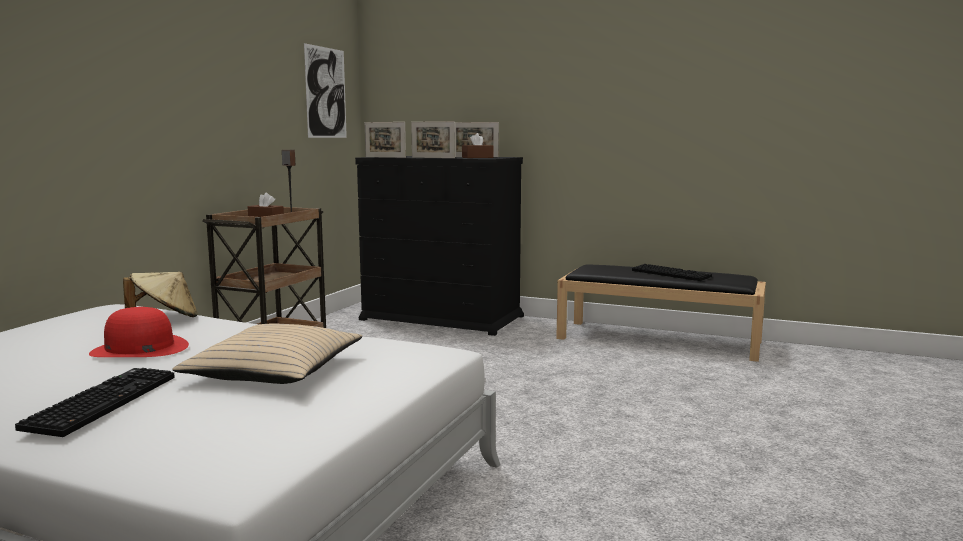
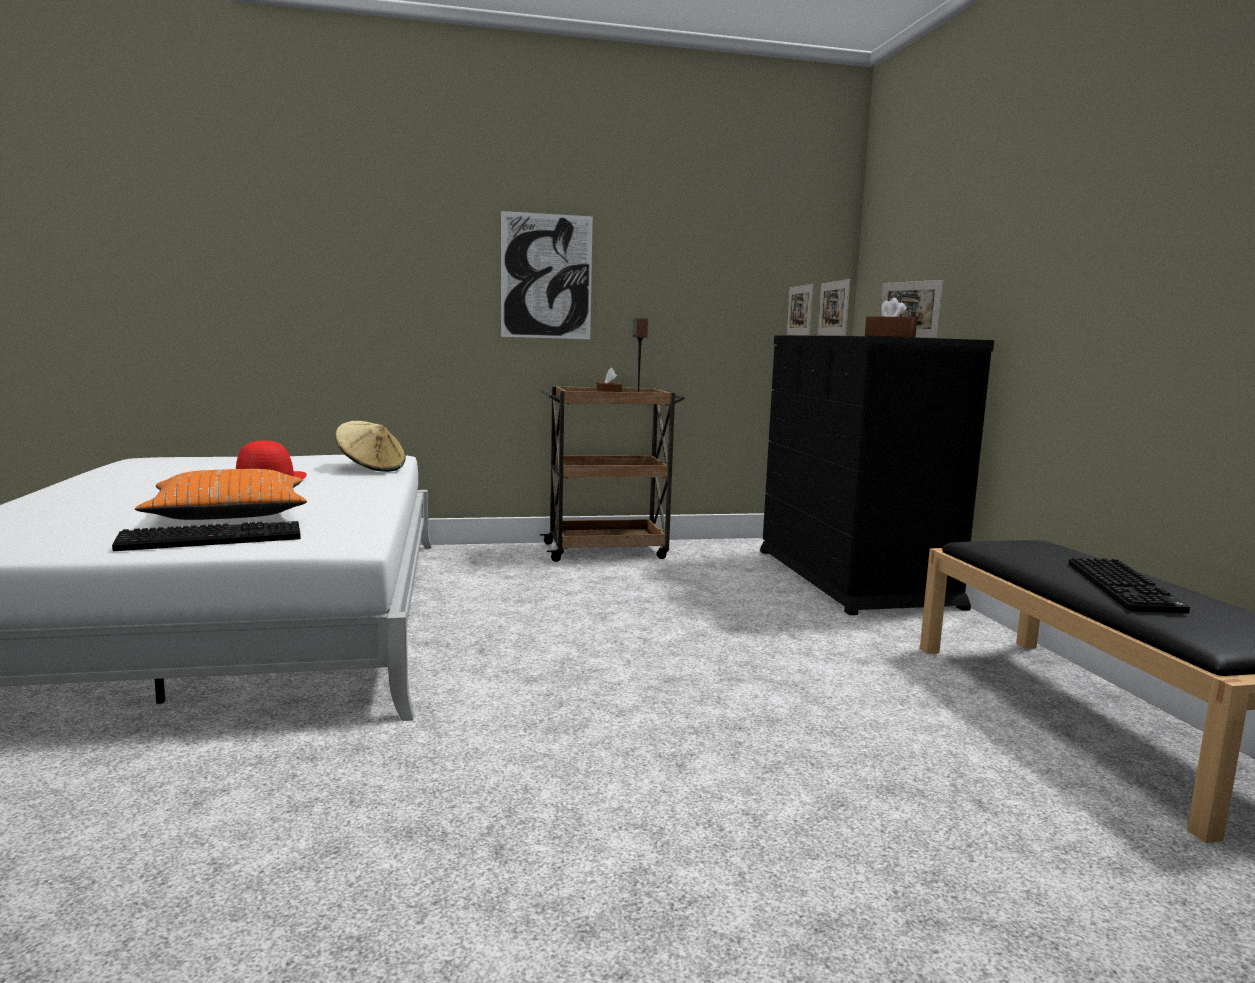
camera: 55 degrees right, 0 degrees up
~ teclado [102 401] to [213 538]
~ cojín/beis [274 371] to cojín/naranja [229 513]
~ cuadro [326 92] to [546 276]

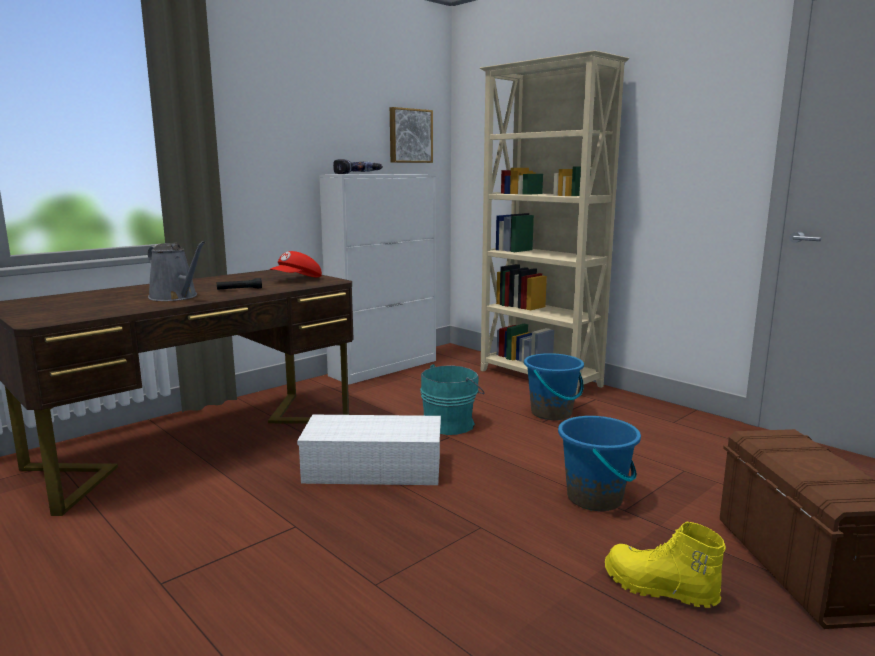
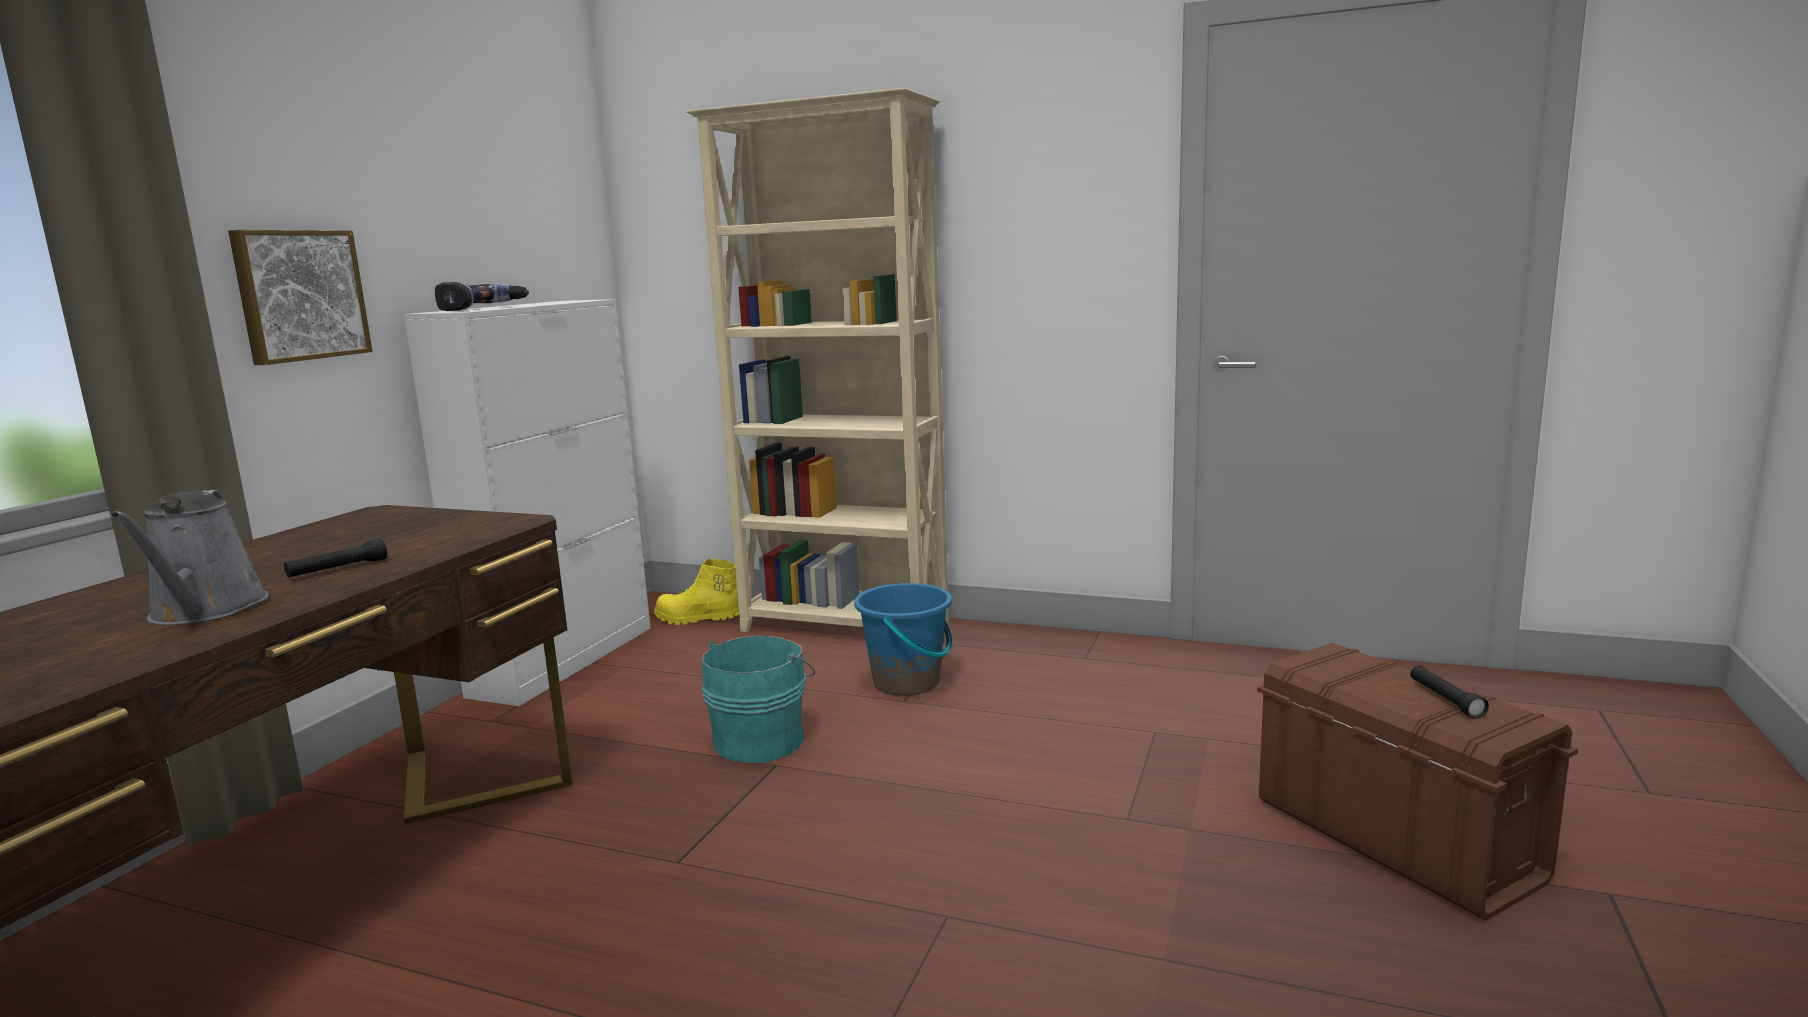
camera: 25 degrees left, 0 degrees up
~ regadera/gris [176 297] = [205 611] 60 degrees clockwise
- gorra/rojo [297 280]
- caja de almacenaje/blanco [375 468]
~ cuadro [409 136] to [299 295]
- cubo/azul [595 498]
~ bota/amarillo [659 589] to [698 619]
+ linterna/negro [1445 700]

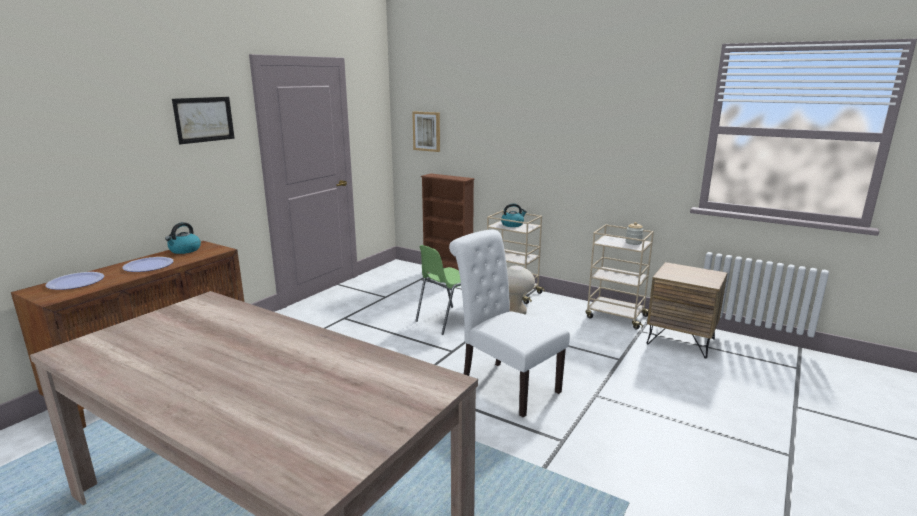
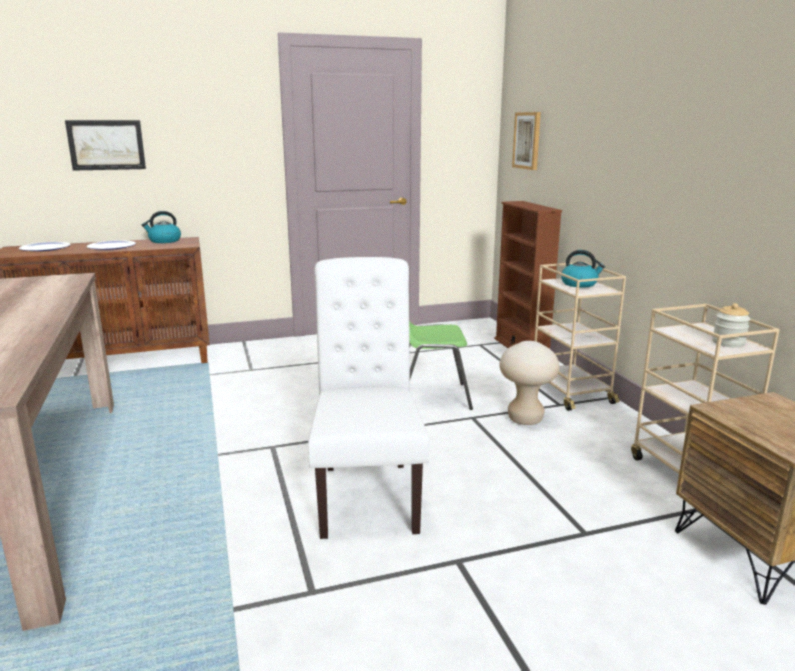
camera: 40 degrees right, 0 degrees up
~ cuadro [204 119] to [106 145]

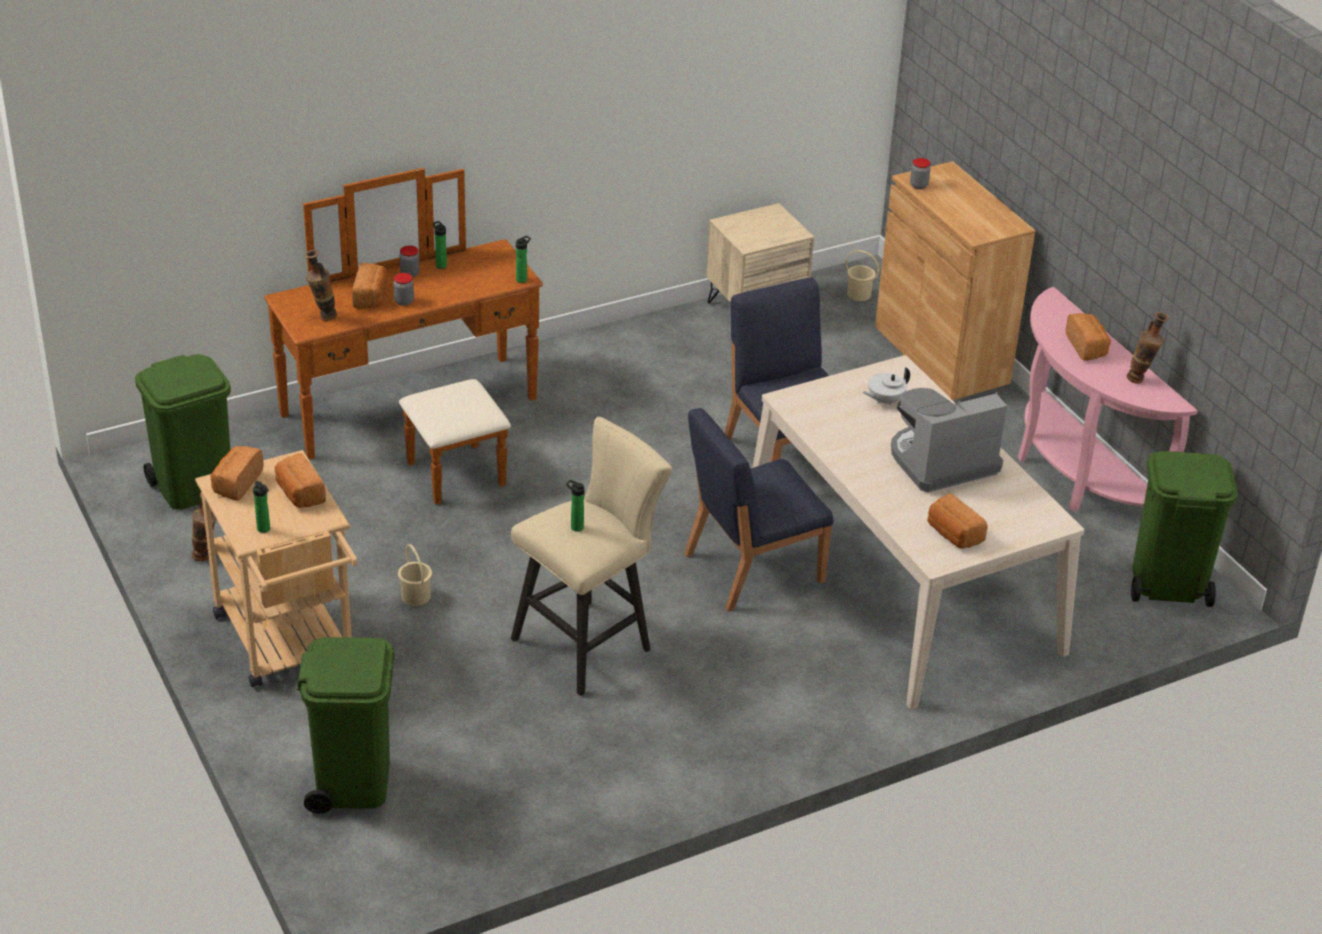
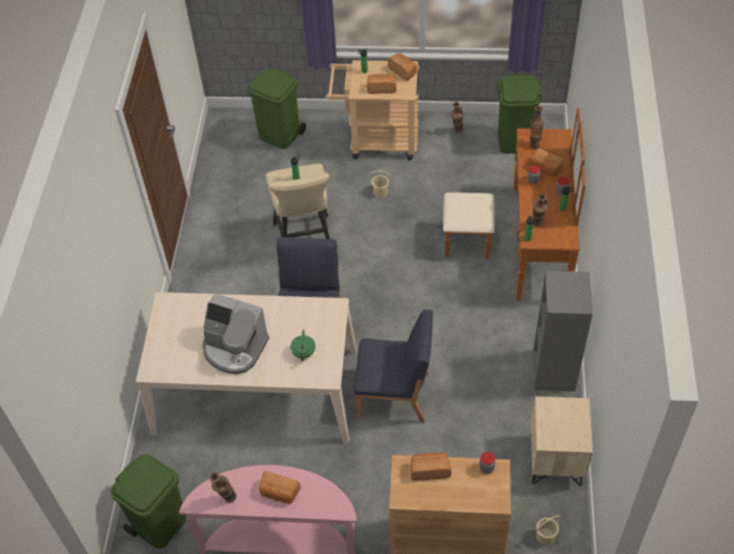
camera: 125 degrees right, 15 degrees up
~ tetera/blanco [884 400] to tetera/verde [304 352]
~ cafetera [941 461] = [234 348] 105 degrees clockwise
~ pan [953 534] to [429 470]
+ florero [537 225]
+ estantería/gris [554 370]

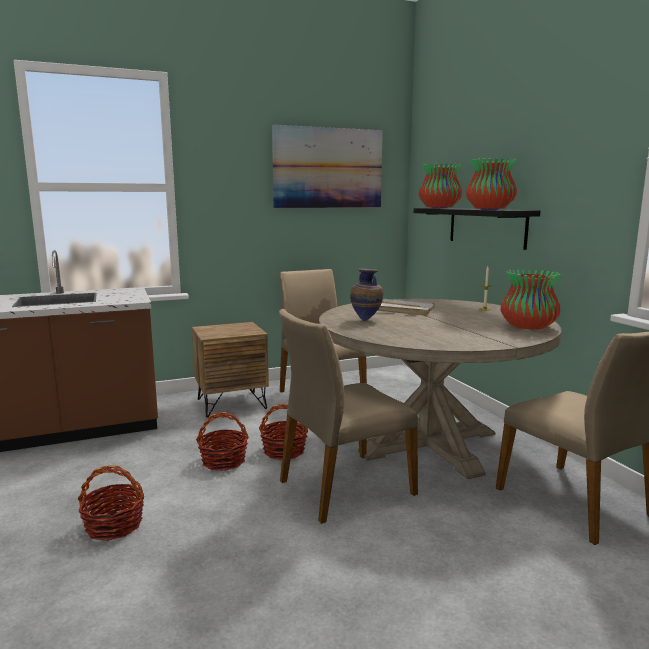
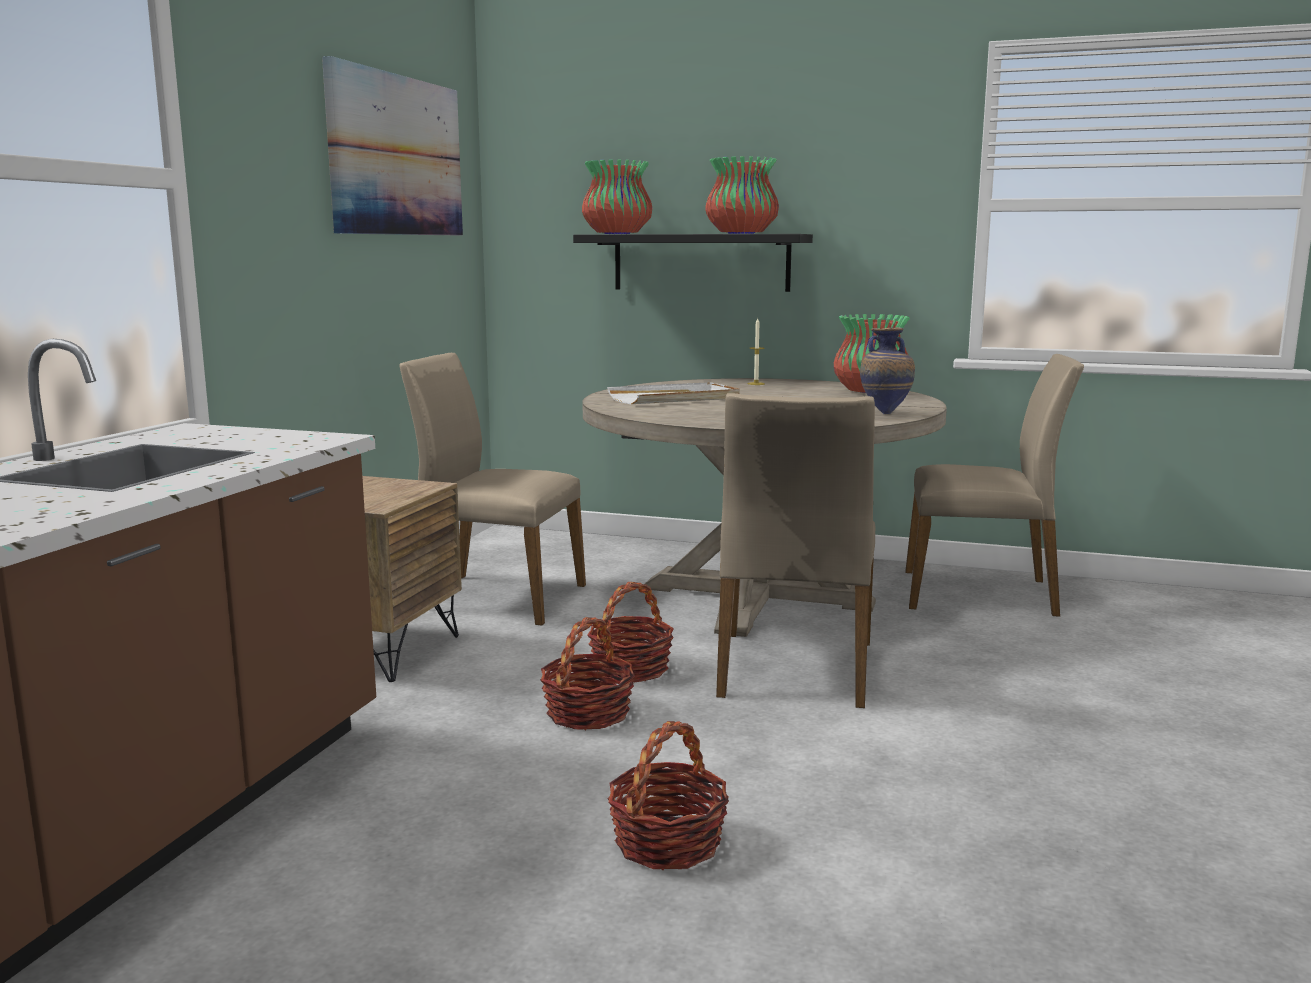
camera: 50 degrees left, 0 degrees up
~ florero [366 320] to [885 413]

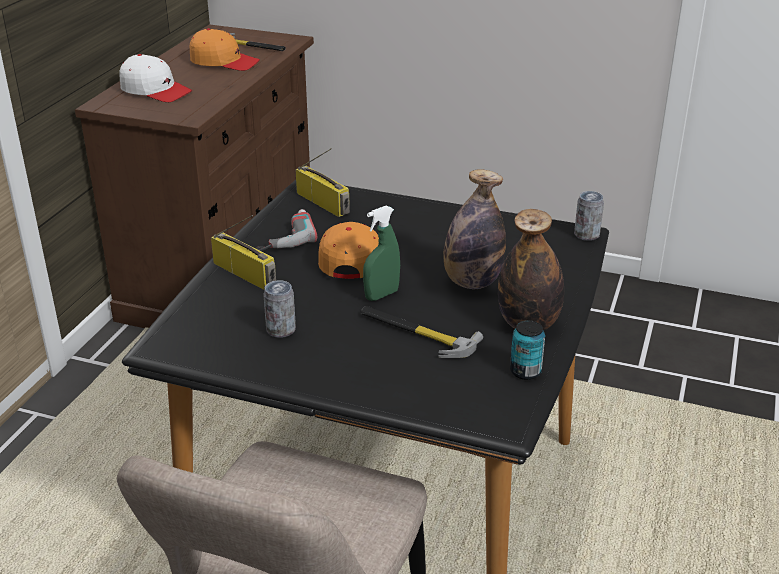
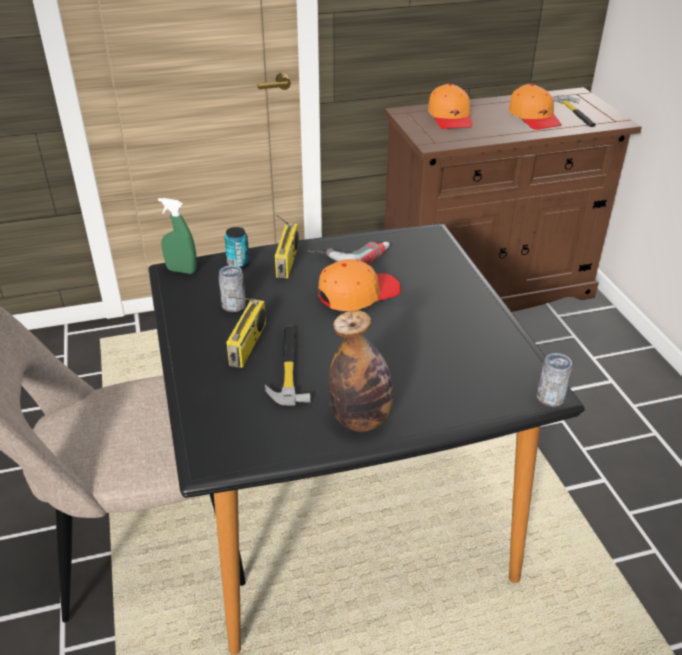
camera: 55 degrees right, 5 degrees up
~ gorra/blanco [155 90] to gorra/naranja [450 117]
~ radio [324 203] to [248 345]
~ pulverizador/verde [381 295] to [181 270]
- botella [472 282]
~ lata [525 371] to [238 265]

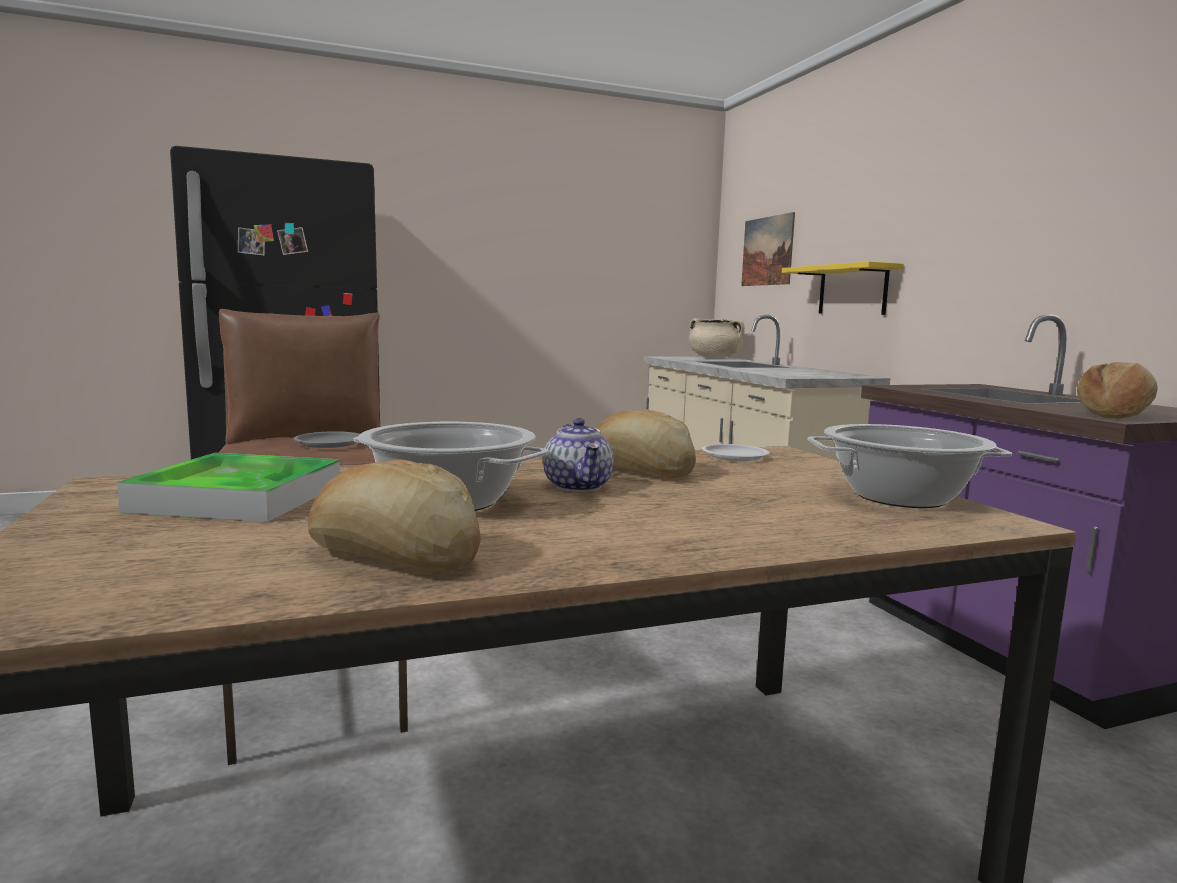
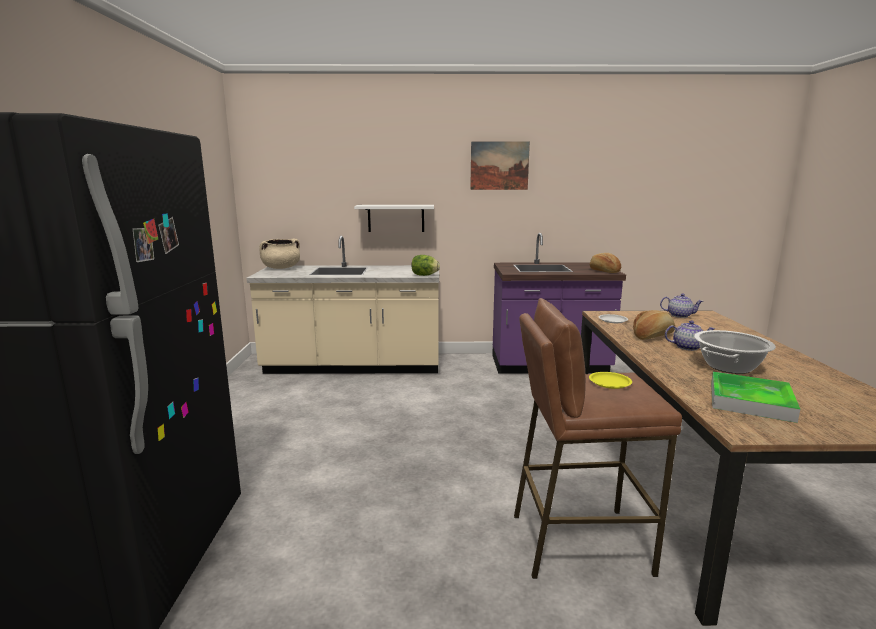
camera: 70 degrees left, 5 degrees up
~ plato/gris [330 443] to plato/amarillo [609 383]
- pan [395 558]
~ cuadro [767 251] to [499 165]
~ estante/amarillo [852 290] to estante/blanco [396 218]
~ olla [900 497] to tetera [680 315]
+ lechuga [424 275]

